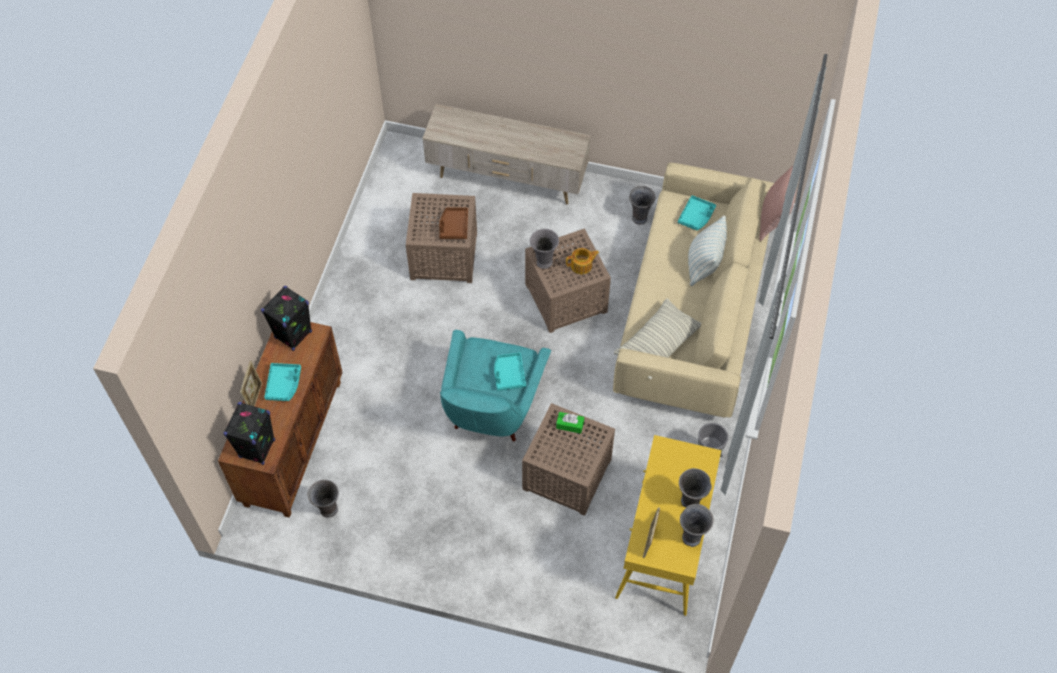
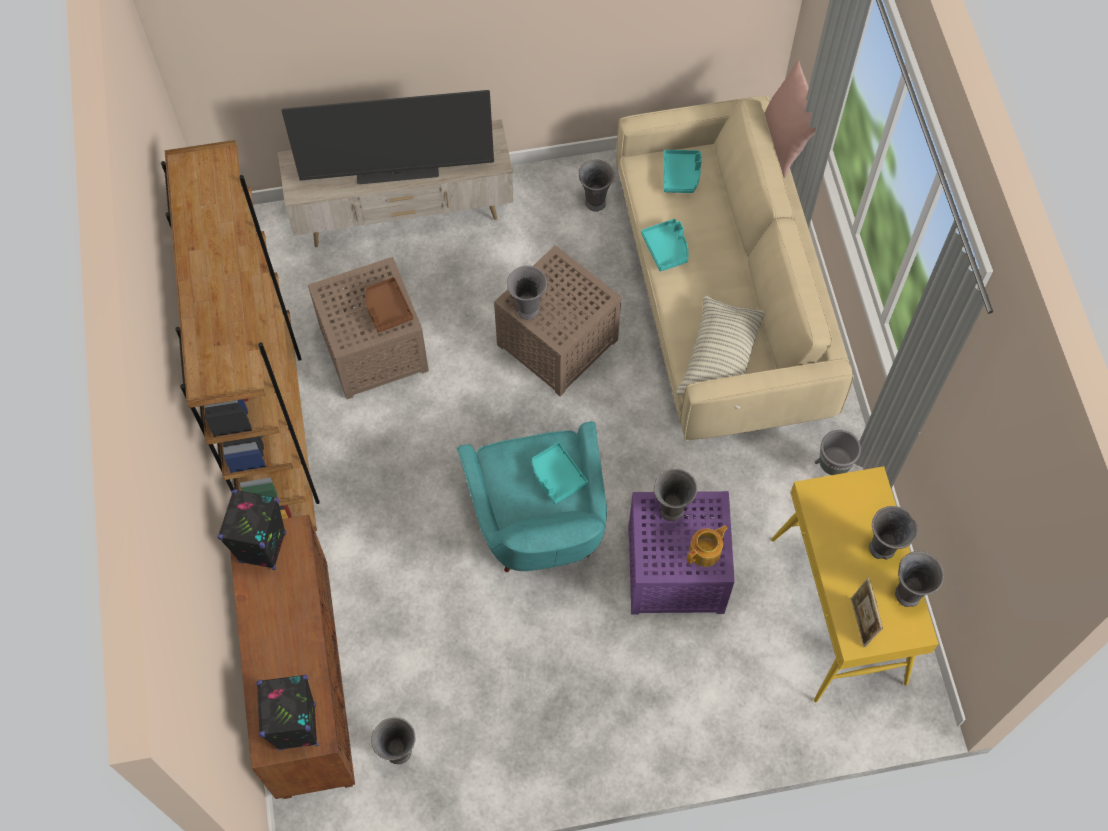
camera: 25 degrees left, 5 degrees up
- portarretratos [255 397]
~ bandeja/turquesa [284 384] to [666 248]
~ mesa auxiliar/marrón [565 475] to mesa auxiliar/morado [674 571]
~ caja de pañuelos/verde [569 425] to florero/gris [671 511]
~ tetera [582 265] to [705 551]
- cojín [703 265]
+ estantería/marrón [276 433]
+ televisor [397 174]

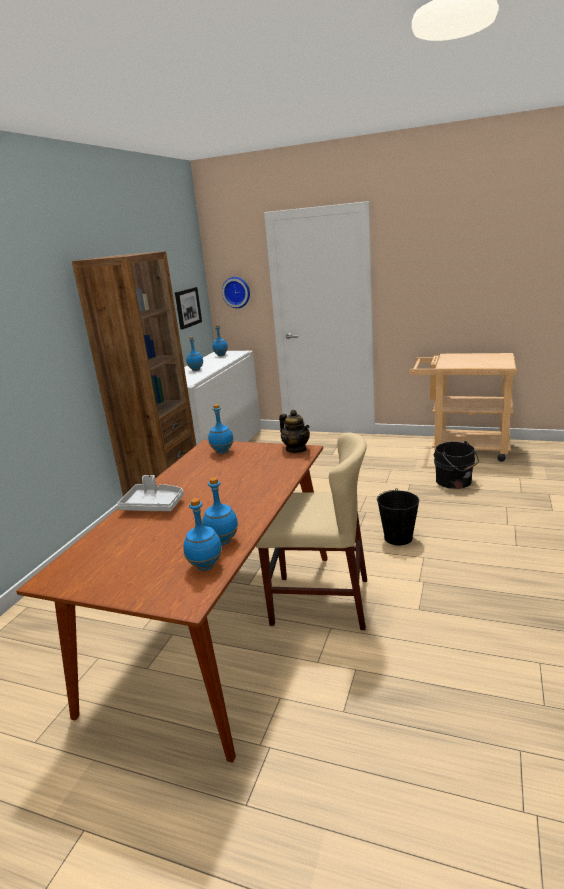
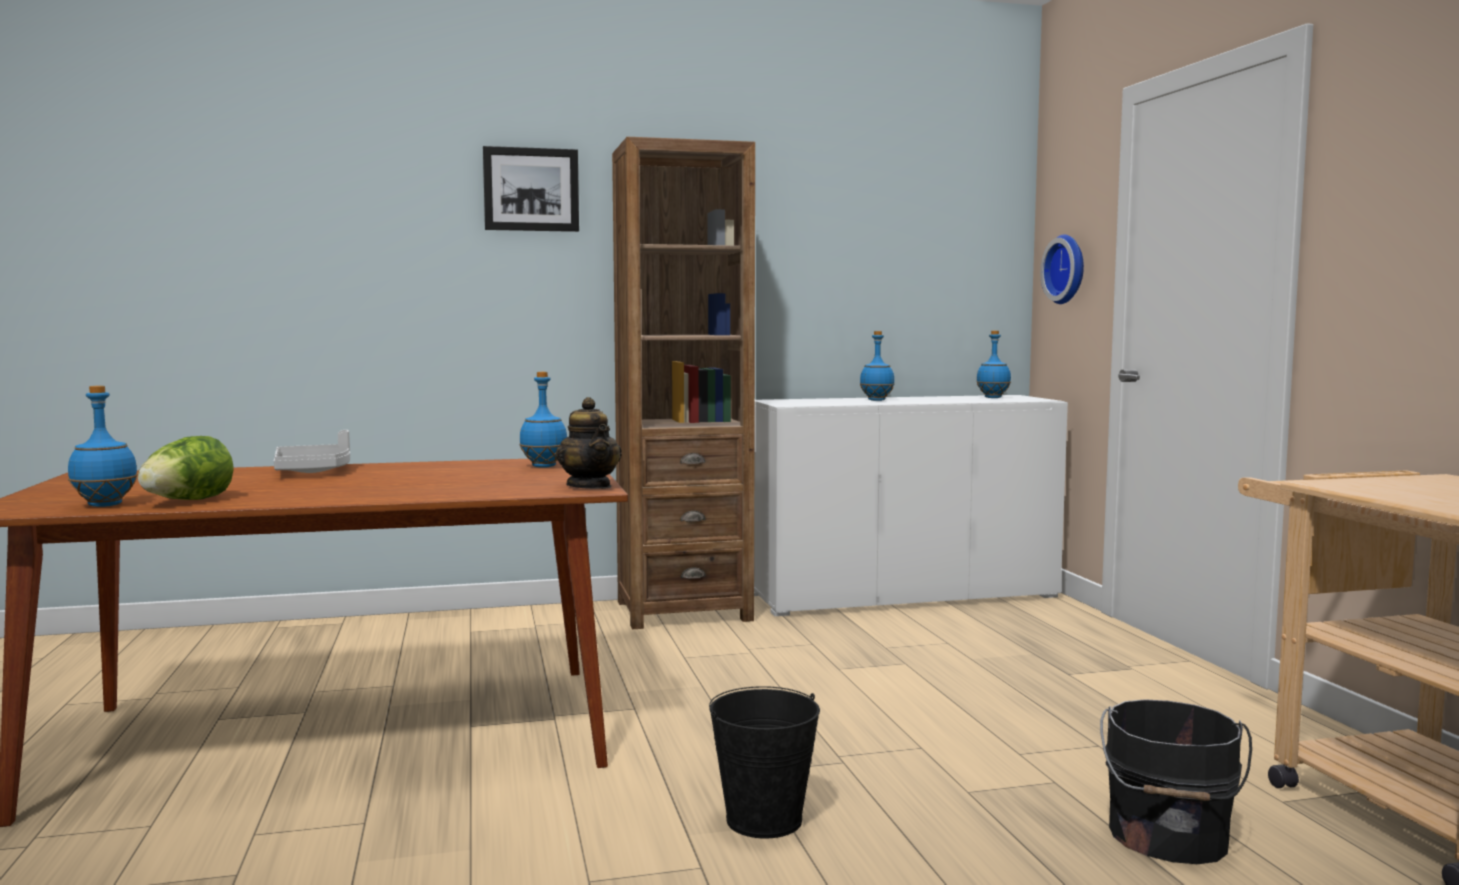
camera: 55 degrees right, 15 degrees down
~ cuadro [187 307] to [531 189]
~ botella/azul [222 541] to lechuga [187 501]
- silla/beis [320 601]
~ tetera [296 449] = [589 486] 45 degrees counterclockwise

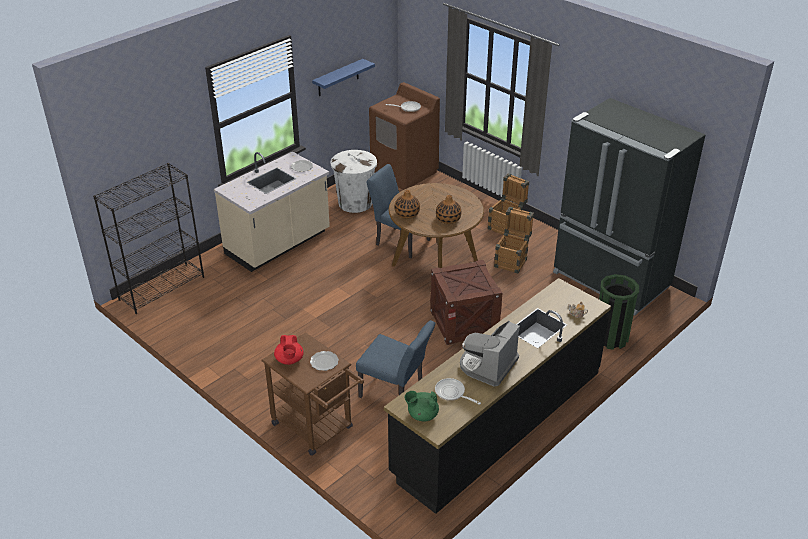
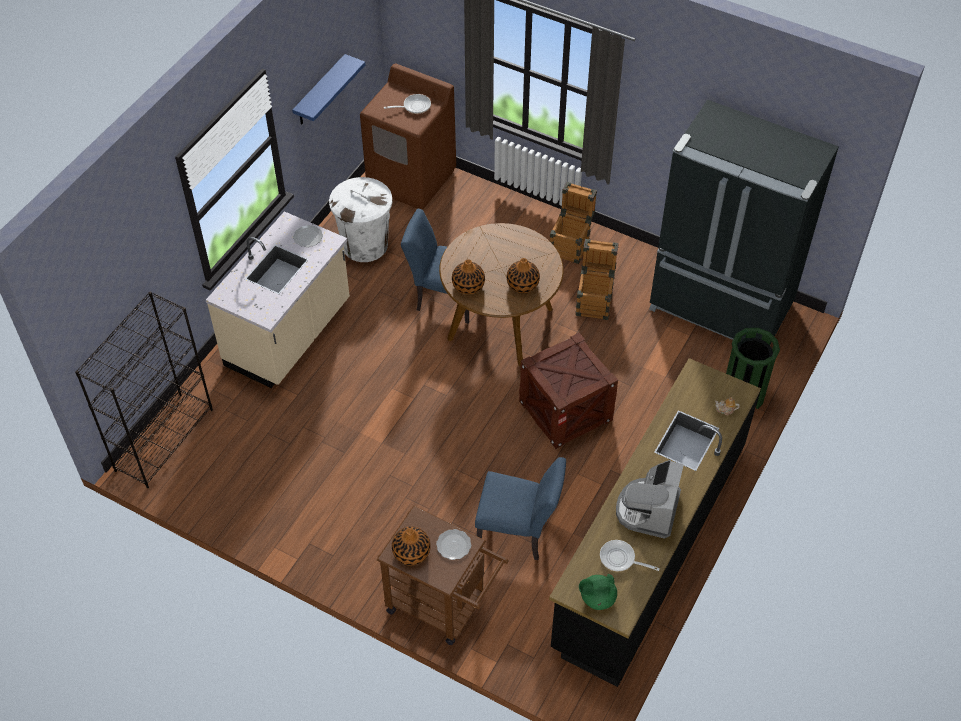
camera: 15 degrees left, 15 degrees up
~ tetera/rojo [289 360] to florero [411 552]

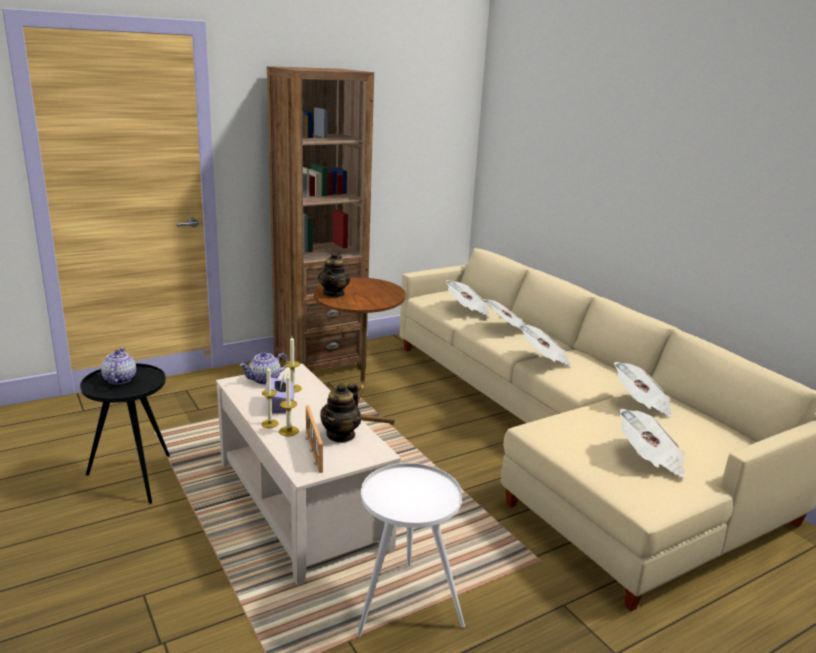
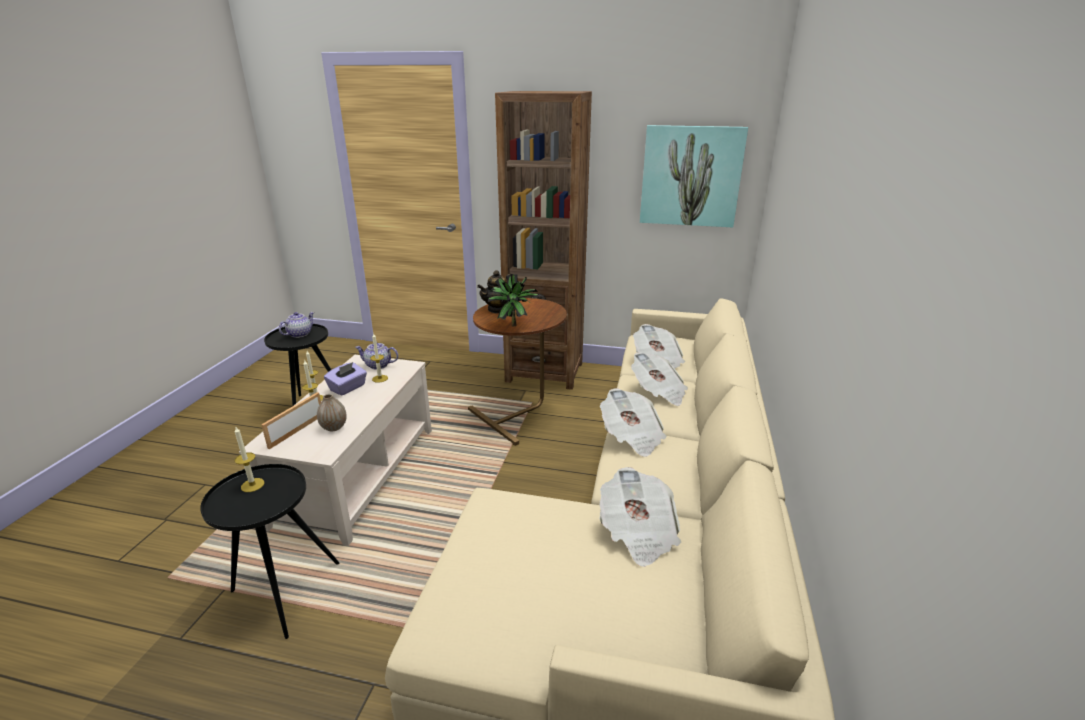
camera: 45 degrees right, 5 degrees up
~ tetera [341 435] to florero [334 427]
~ mesa auxiliar/blanco [404 608] to mesa auxiliar/negro [283 593]
- periódico [650 459]
+ vela [252 485]
+ planta en maceta [512 324]
+ cuadro [691 176]

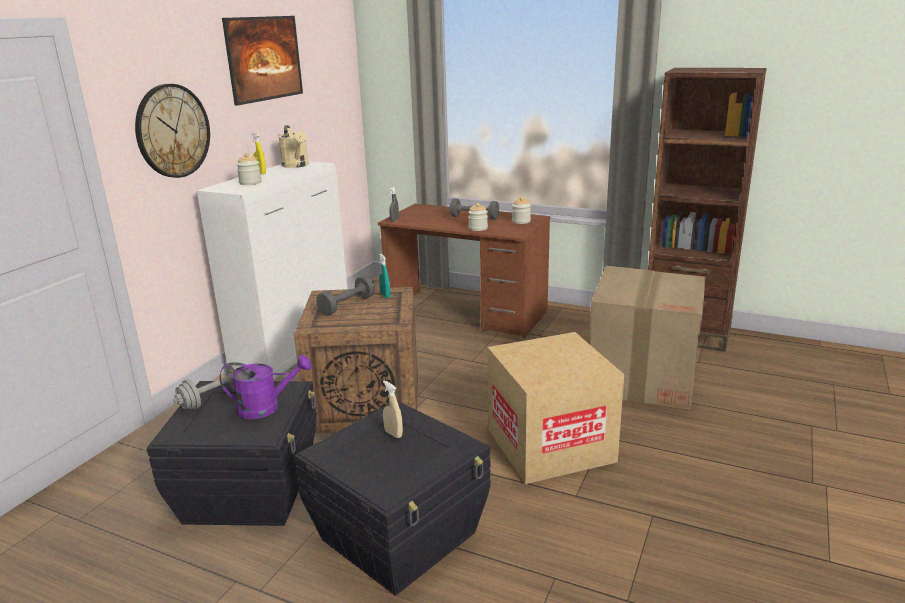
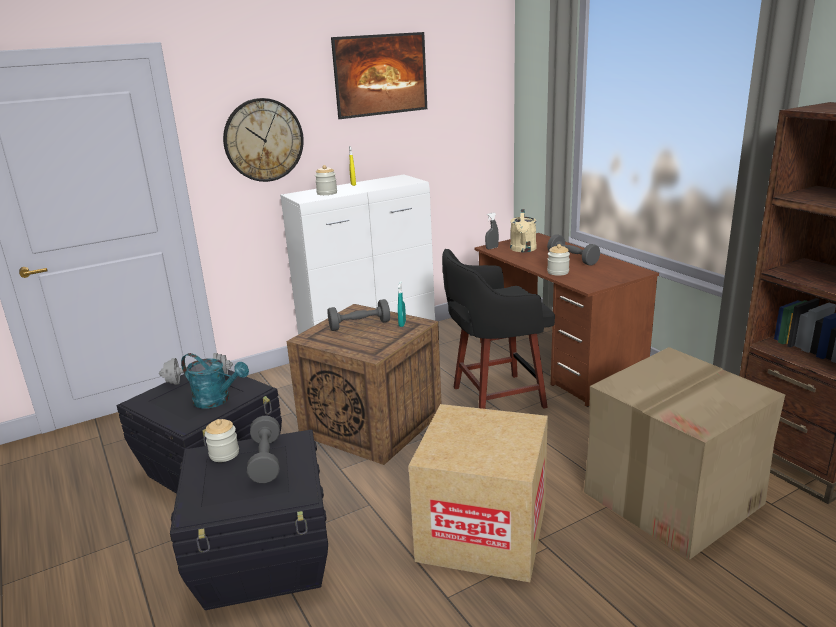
camera: 35 degrees right, 0 degrees up
~ regadera/morado [266 407] to regadera/turquesa [217 400]
~ regadera/beis [297 166] to [523 250]
~ pulverizador/beis [393 434] to mancuerna/gris [266 460]
~ tarro [521 221] to [224 454]
+ taburete/negro [495 398]

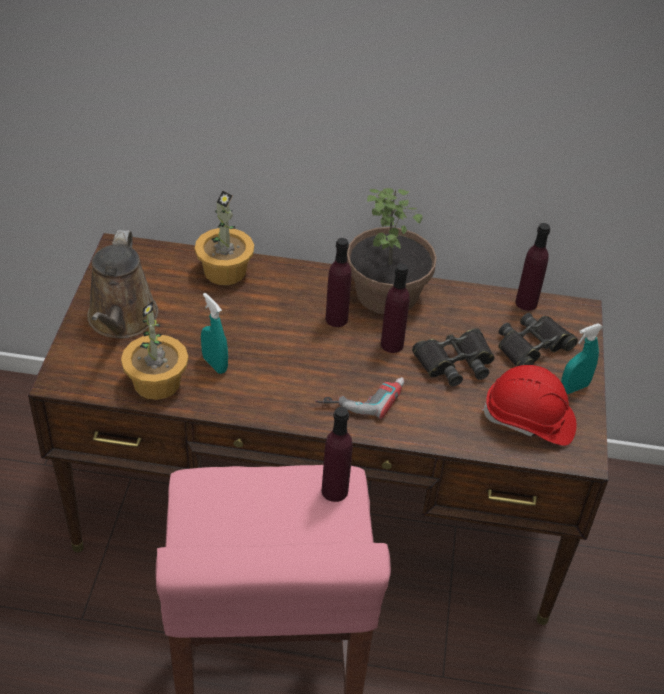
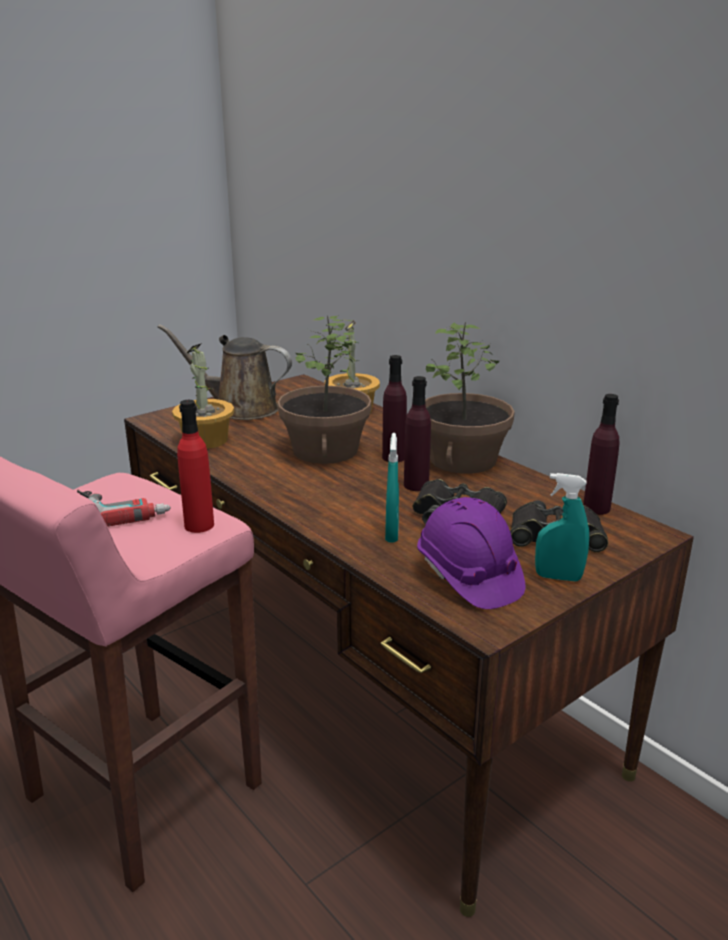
camera: 45 degrees right, 20 degrees down
~ regadera/marrón [121 320] = [240 408] 60 degrees clockwise
~ pulverizador/turquesa [214 364] to [392 534]
~ taladro [361 395] to [124 507]
~ botella/morado [334 491] to botella/rojo [199 525]
~ casco/rojo [529 420] to casco/morado [468 577]
+ planta en maceta [324 450]

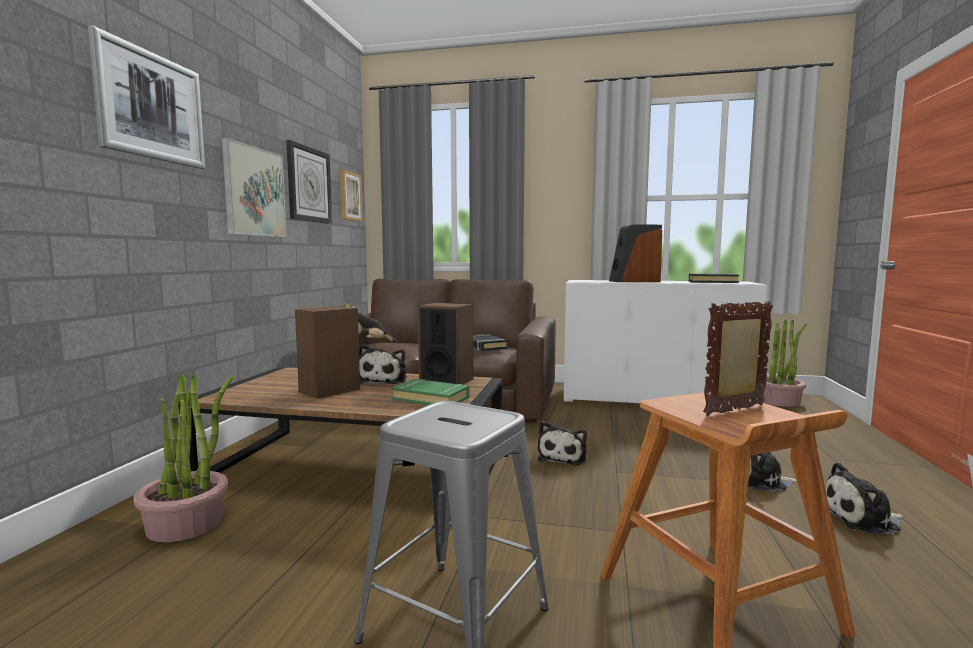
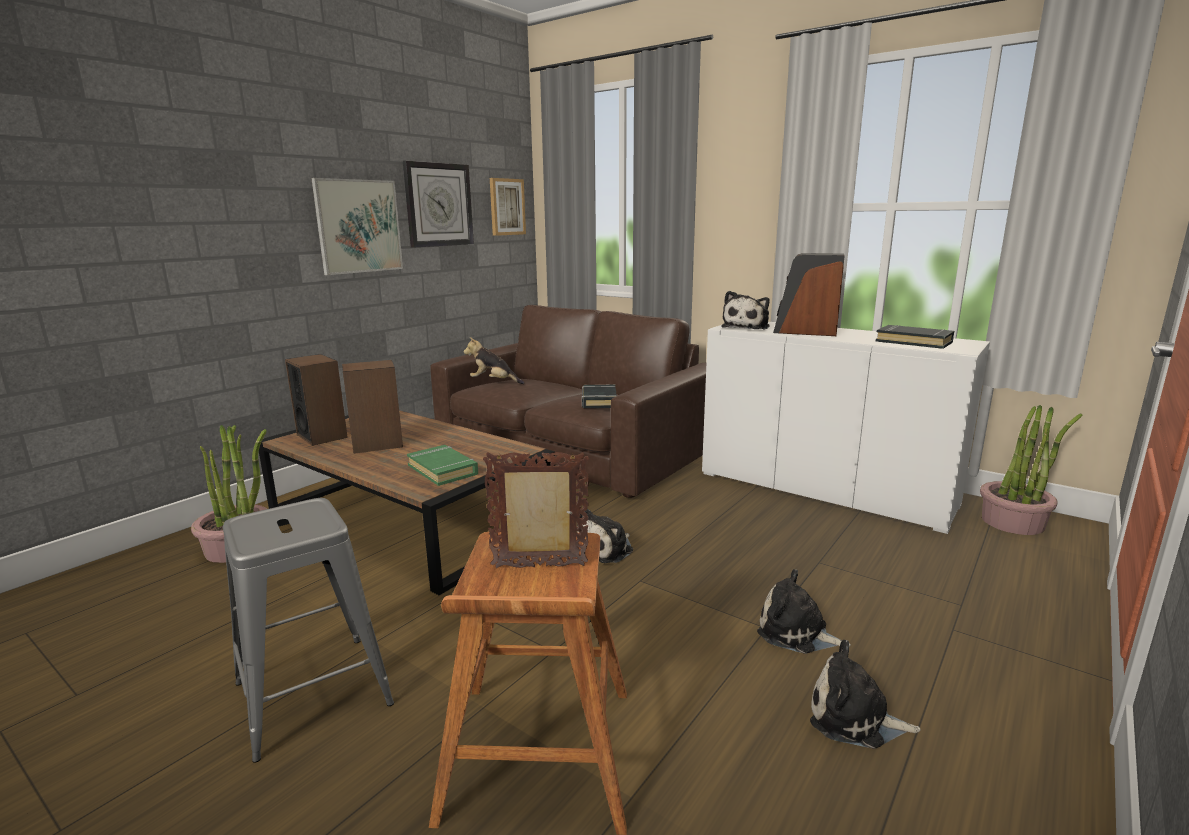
camera: 25 degrees right, 10 degrees up
- cuadro [151 106]
~ peluche [384 380] to [747 327]
~ altavoz [446 380] to [322 436]

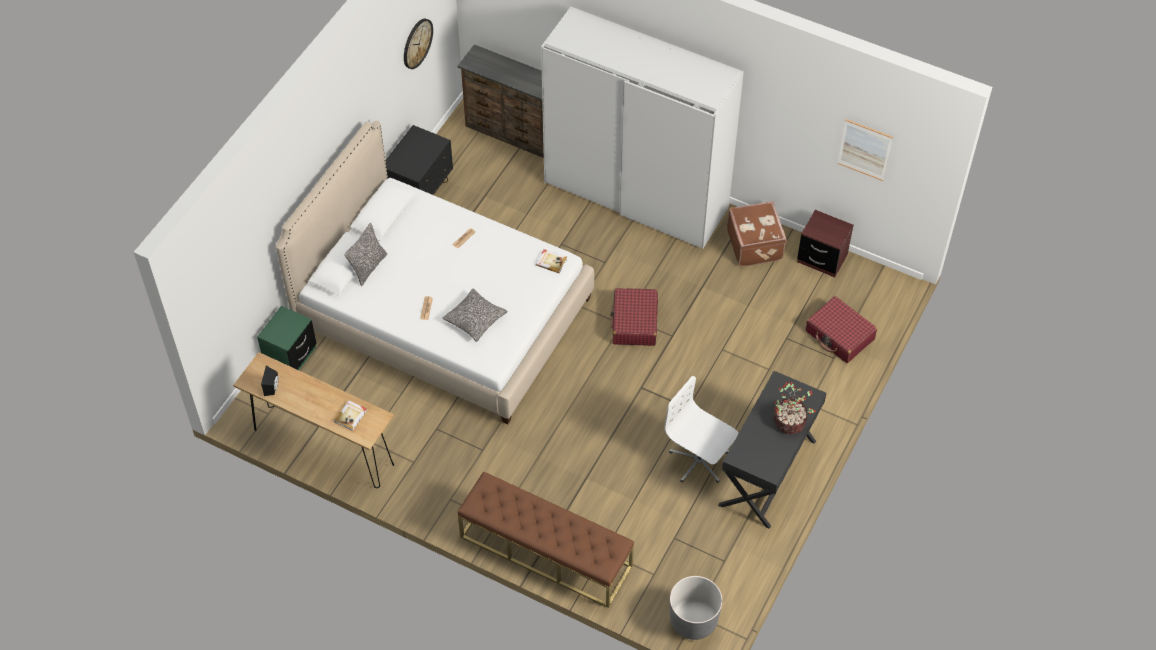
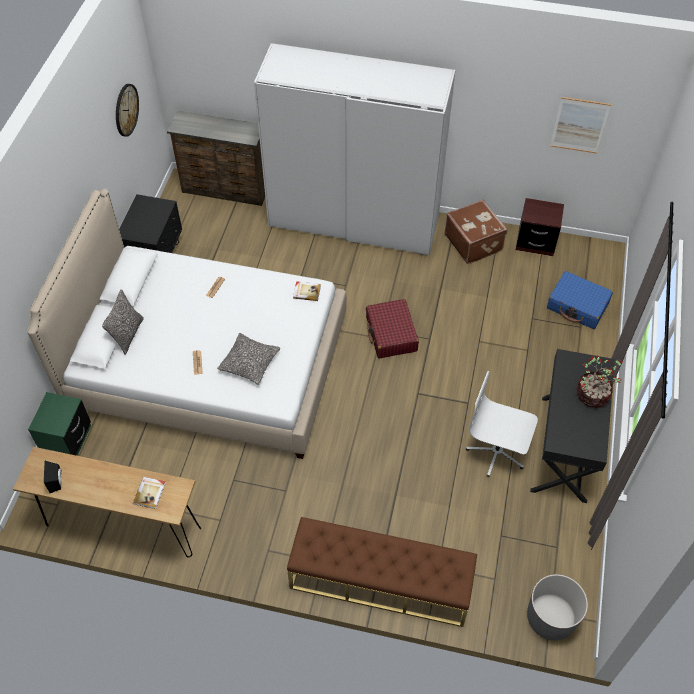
camera: 15 degrees left, 0 degrees up
~ maleta/rojo [839 335] to maleta/azul [577 306]

